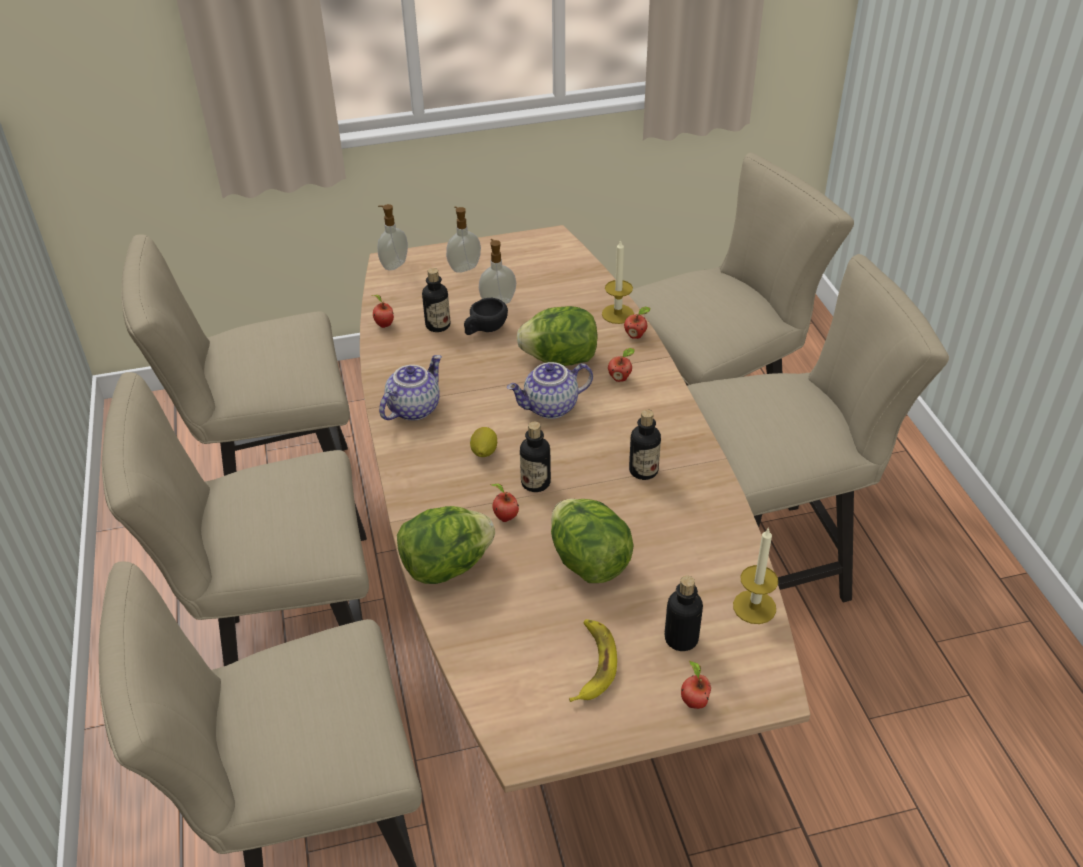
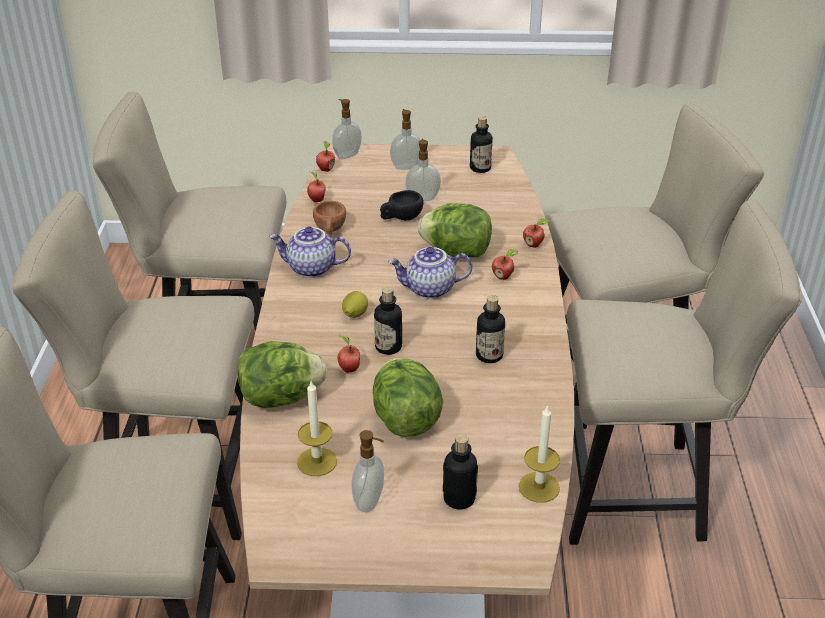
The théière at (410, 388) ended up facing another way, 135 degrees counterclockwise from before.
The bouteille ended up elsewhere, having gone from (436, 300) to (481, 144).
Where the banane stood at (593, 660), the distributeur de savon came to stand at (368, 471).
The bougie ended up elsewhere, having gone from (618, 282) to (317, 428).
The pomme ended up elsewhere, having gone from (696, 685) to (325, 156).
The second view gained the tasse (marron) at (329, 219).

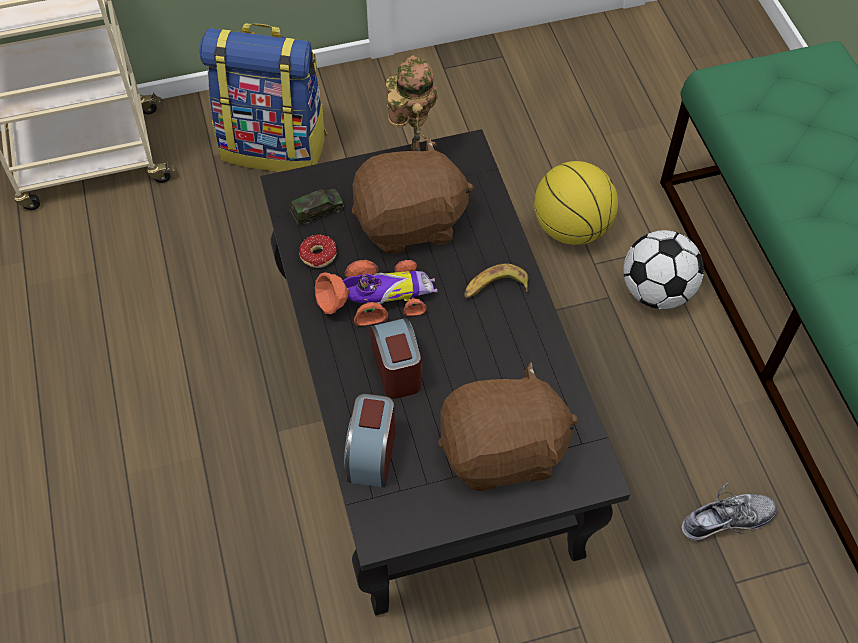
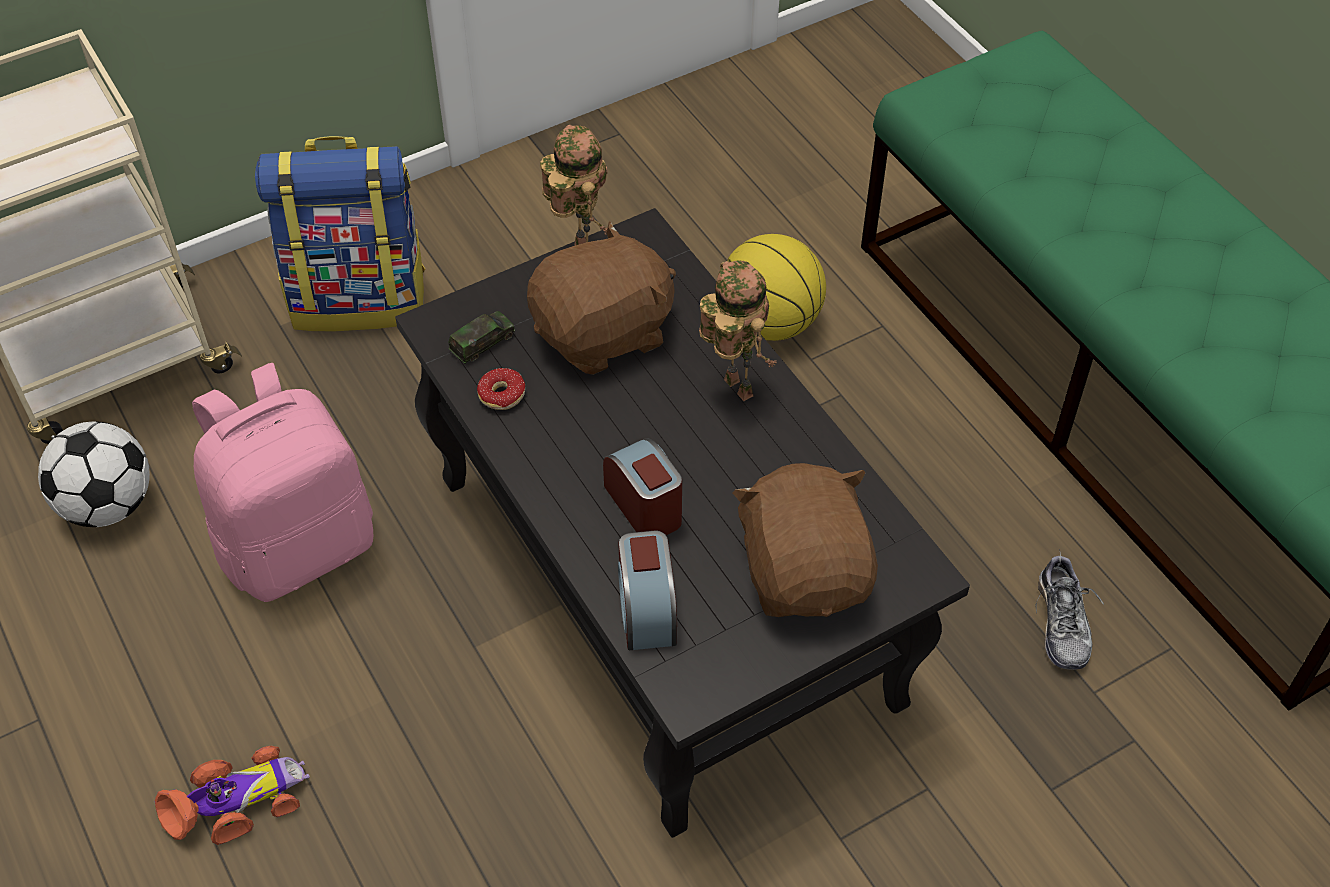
The petite voiture ended up elsewhere, having gone from (376, 293) to (232, 795).
The peluche (marron) at (508, 426) ended up facing another way, 75 degrees counterclockwise from before.
Where the banane stood at (497, 281), the robot jouet came to stand at (737, 330).
The ballon de foot ended up elsewhere, having gone from (663, 269) to (94, 474).
The chaussure at (729, 511) ended up facing another way, 120 degrees clockwise from before.
The second view gained the sac à dos (rose) at (282, 482).

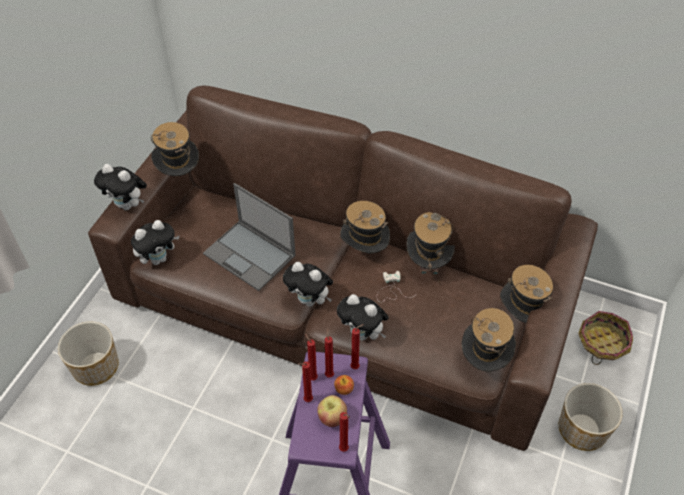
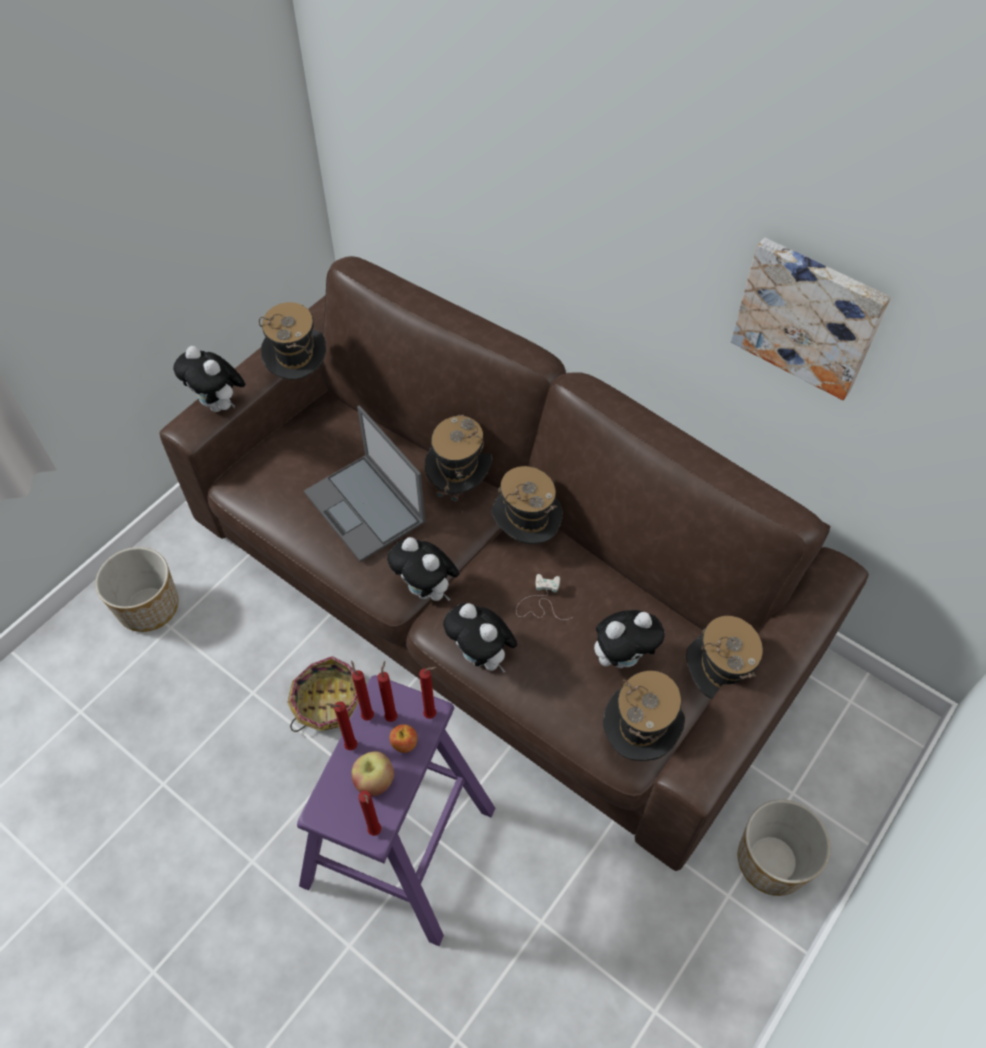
The peluche ended up elsewhere, having gone from (155, 242) to (629, 639).
The chapeau ended up elsewhere, having gone from (431, 248) to (458, 464).
The panier ended up elsewhere, having gone from (605, 338) to (327, 694).
The second view gained the tableau at (811, 319).

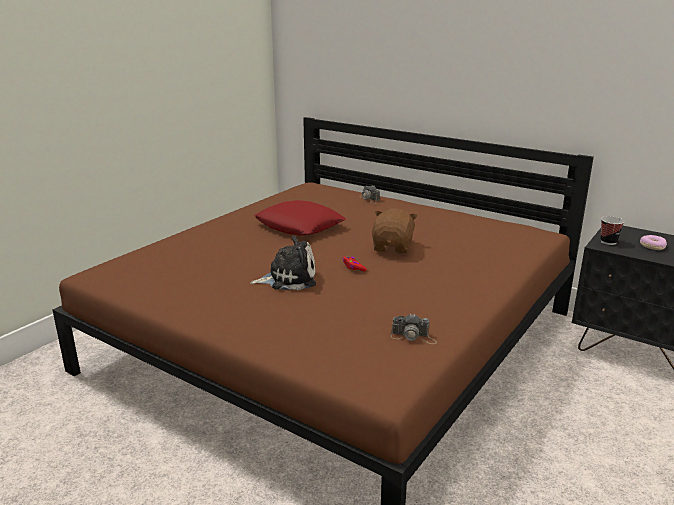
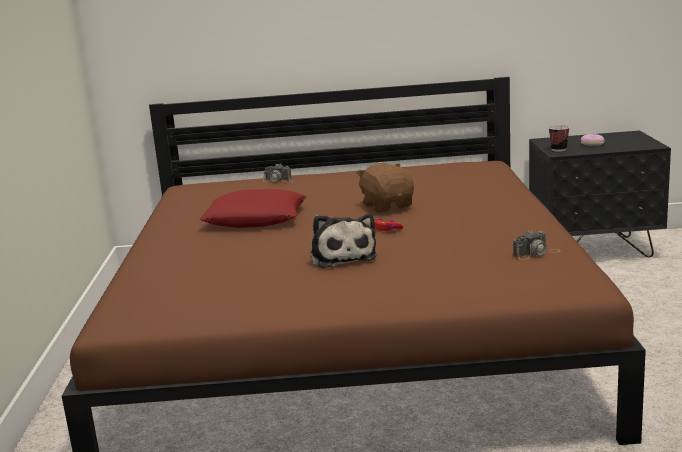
The peluche at (283, 263) ended up facing another way, 120 degrees clockwise from before.

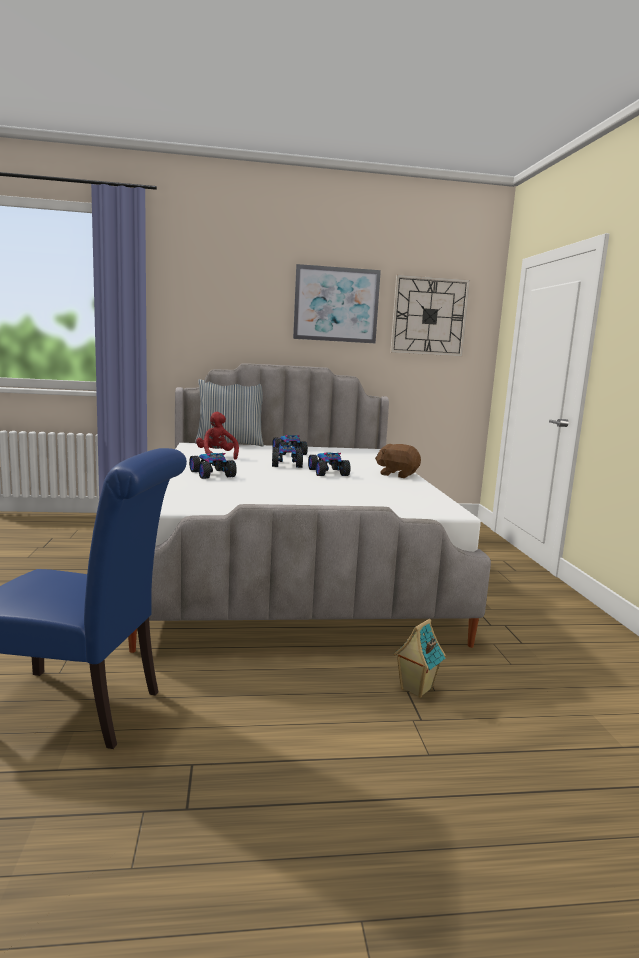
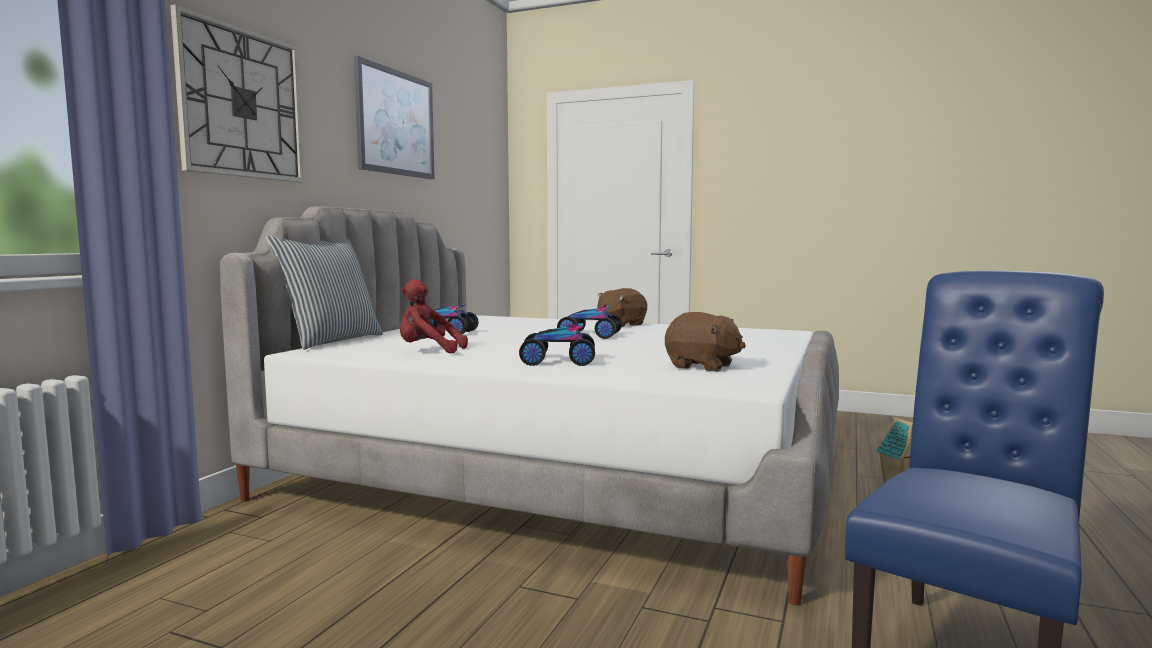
The second view lost the petite voiture at (287, 456).
The horloge murale ended up elsewhere, having gone from (430, 316) to (237, 93).
The second view gained the peluche (marron) at (705, 342).

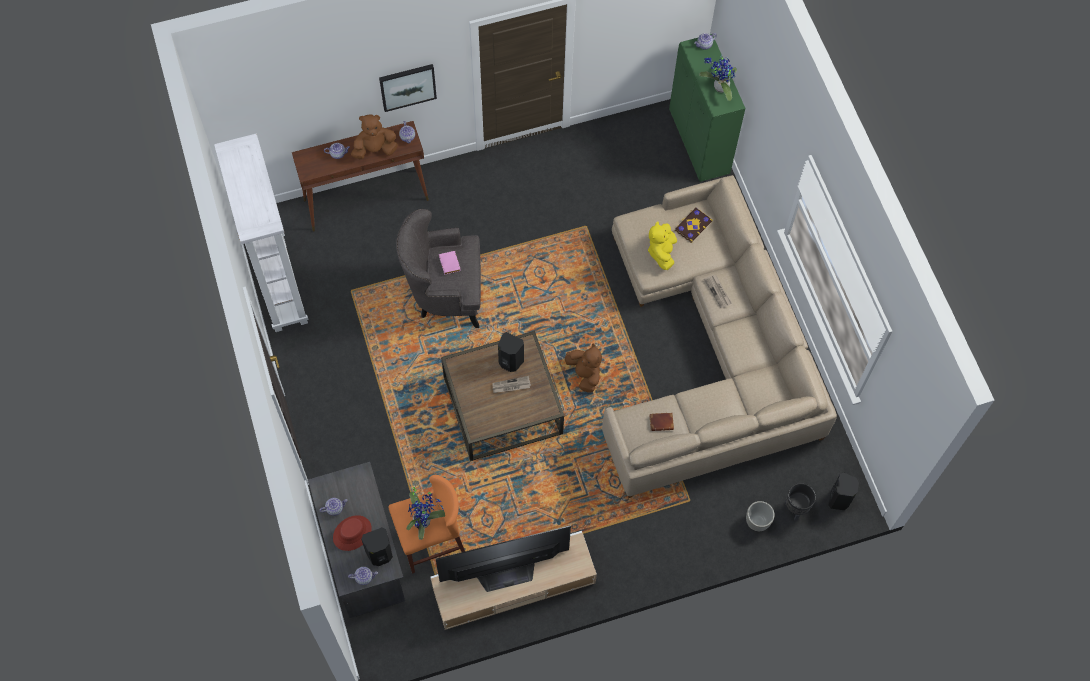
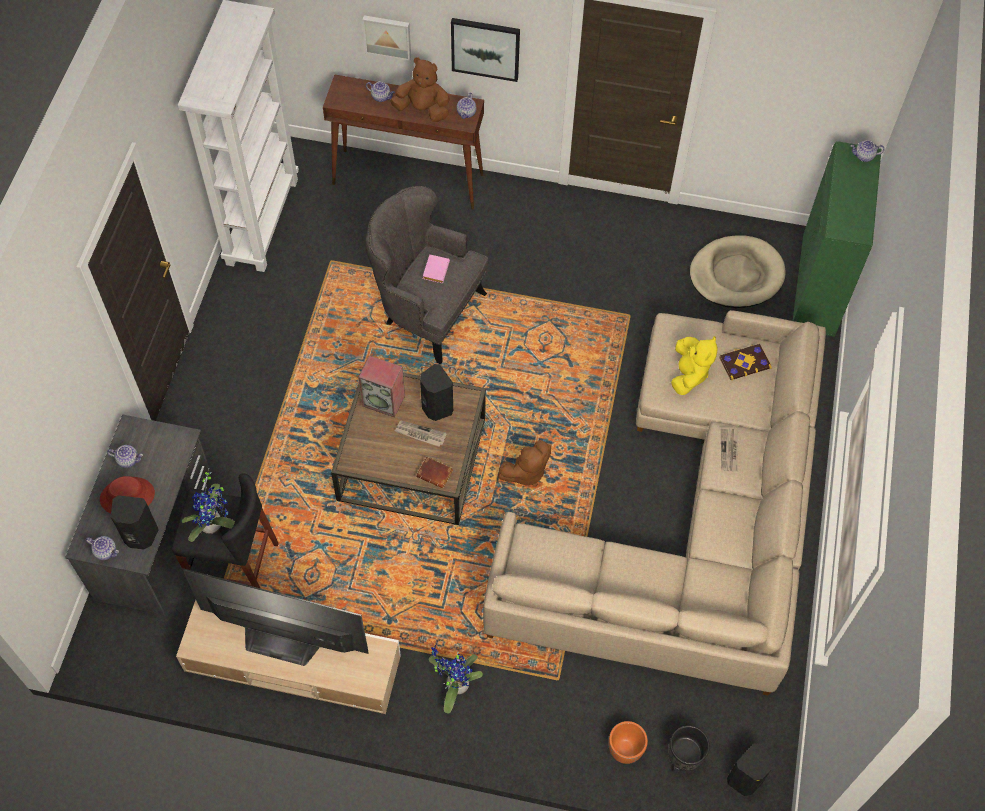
What was the tabouret (orange) at (426, 524) turned into the tabouret (noir) at (225, 530).
The peluche (marron) at (583, 368) ended up facing another way, 60 degrees clockwise from before.
The peluche (jaune) at (662, 245) ended up facing another way, 150 degrees clockwise from before.
The livre (marron) ended up elsewhere, having gone from (661, 422) to (434, 473).
The plante en pot ended up elsewhere, having gone from (718, 77) to (456, 679).
What was the cache-pot (gris) at (760, 516) turned into the cache-pot (orange) at (628, 742).
The second view gained the enceinte at (381, 386).
The second view gained the tableau at (386, 38).
The second view gained the panier pour chien (beige) at (738, 271).

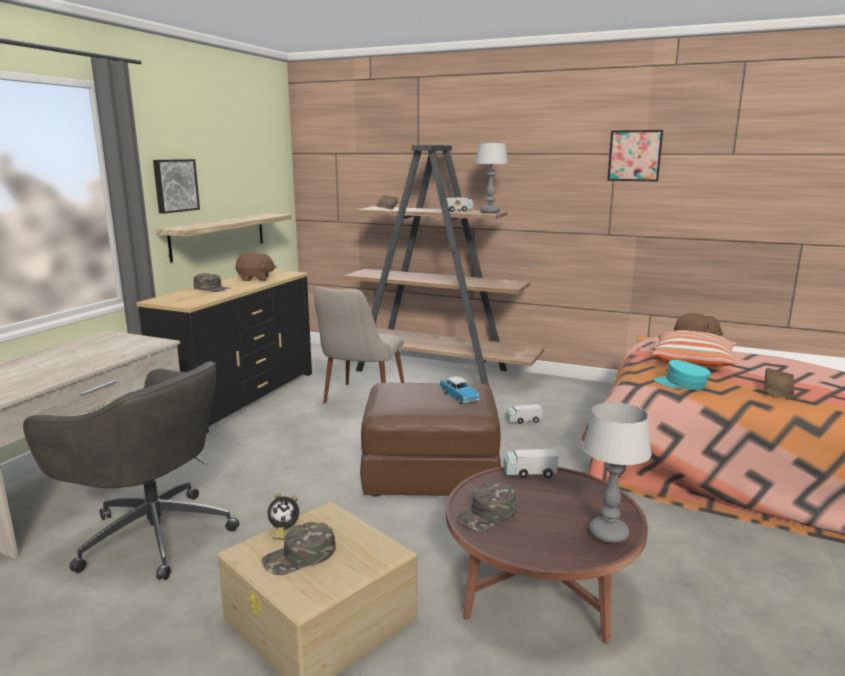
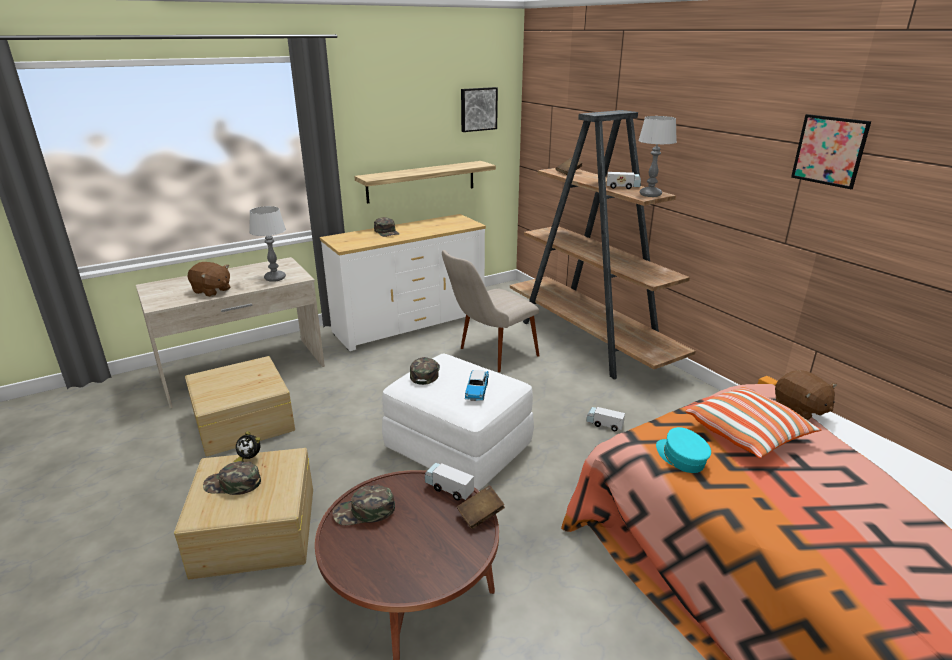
Where the chaise de bureau (gris) stood at (131, 470), the boîte de rangement (beige) came to stand at (240, 406).
What was the commode (noir) at (224, 351) turned into the commode (blanc) at (403, 282).
The tableau ended up elsewhere, having gone from (176, 186) to (479, 109).
The peluche (marron) ended up elsewhere, having gone from (255, 266) to (209, 279).
What was the pouf (marron) at (430, 440) turned into the pouf (blanc) at (458, 421).
The lampe de table ended up elsewhere, having gone from (617, 472) to (267, 244).
The livre (marron) ended up elsewhere, having gone from (779, 383) to (481, 507).
The second view gained the casquette (vert) at (425, 371).

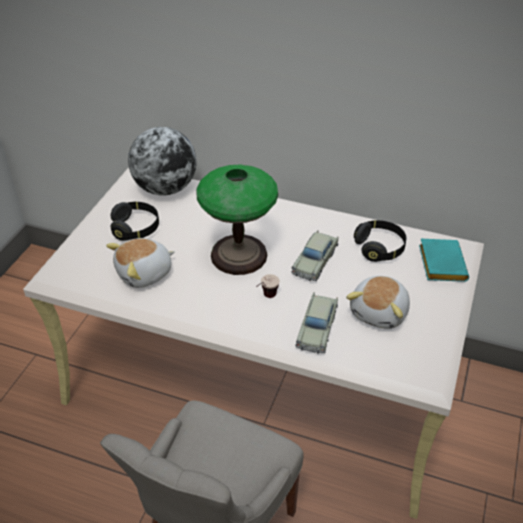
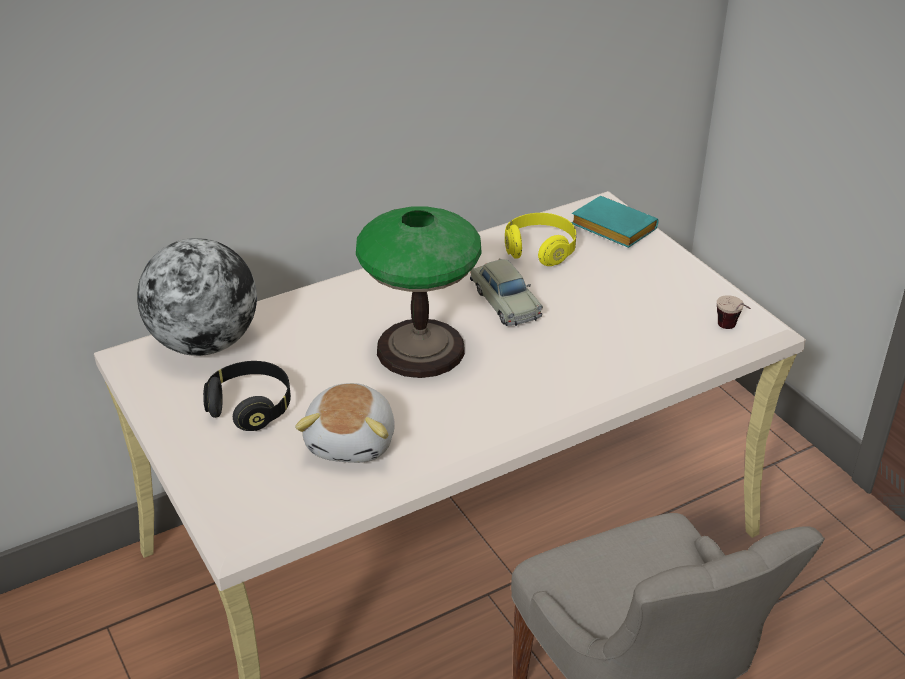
The tasse ended up elsewhere, having gone from (268, 286) to (734, 312).
The second view lost the petite voiture (beige) at (317, 323).
The second view lost the peluche at (378, 302).
What was the casque audio (noir) at (380, 241) turned into the casque audio (jaune) at (540, 239).

